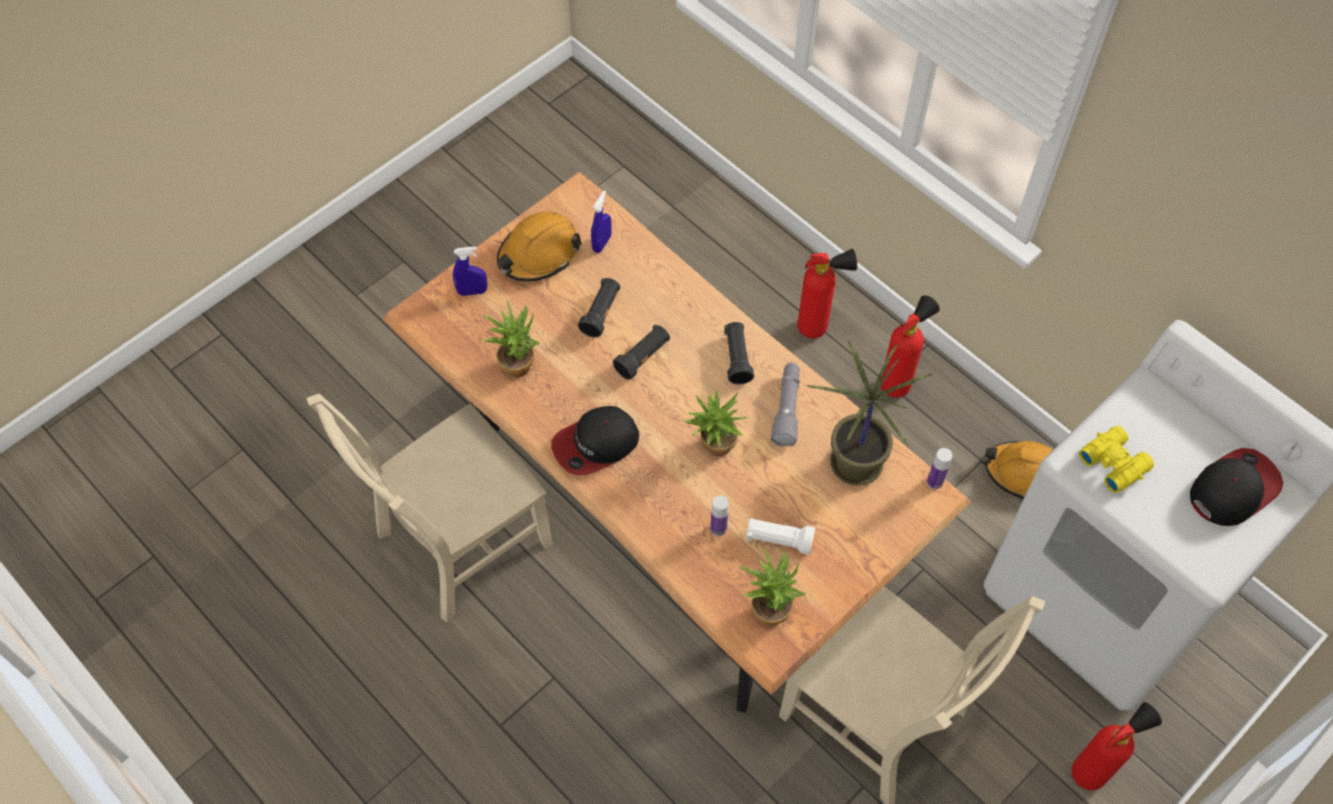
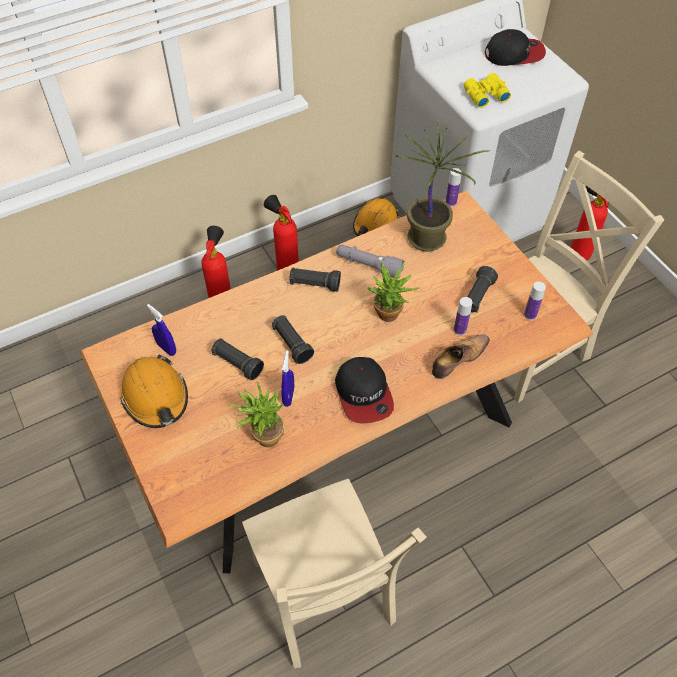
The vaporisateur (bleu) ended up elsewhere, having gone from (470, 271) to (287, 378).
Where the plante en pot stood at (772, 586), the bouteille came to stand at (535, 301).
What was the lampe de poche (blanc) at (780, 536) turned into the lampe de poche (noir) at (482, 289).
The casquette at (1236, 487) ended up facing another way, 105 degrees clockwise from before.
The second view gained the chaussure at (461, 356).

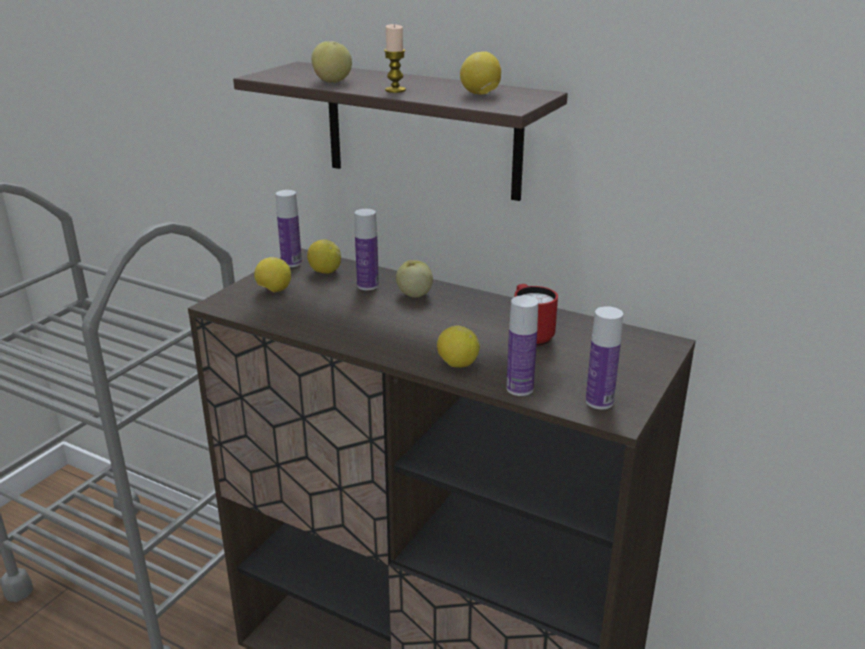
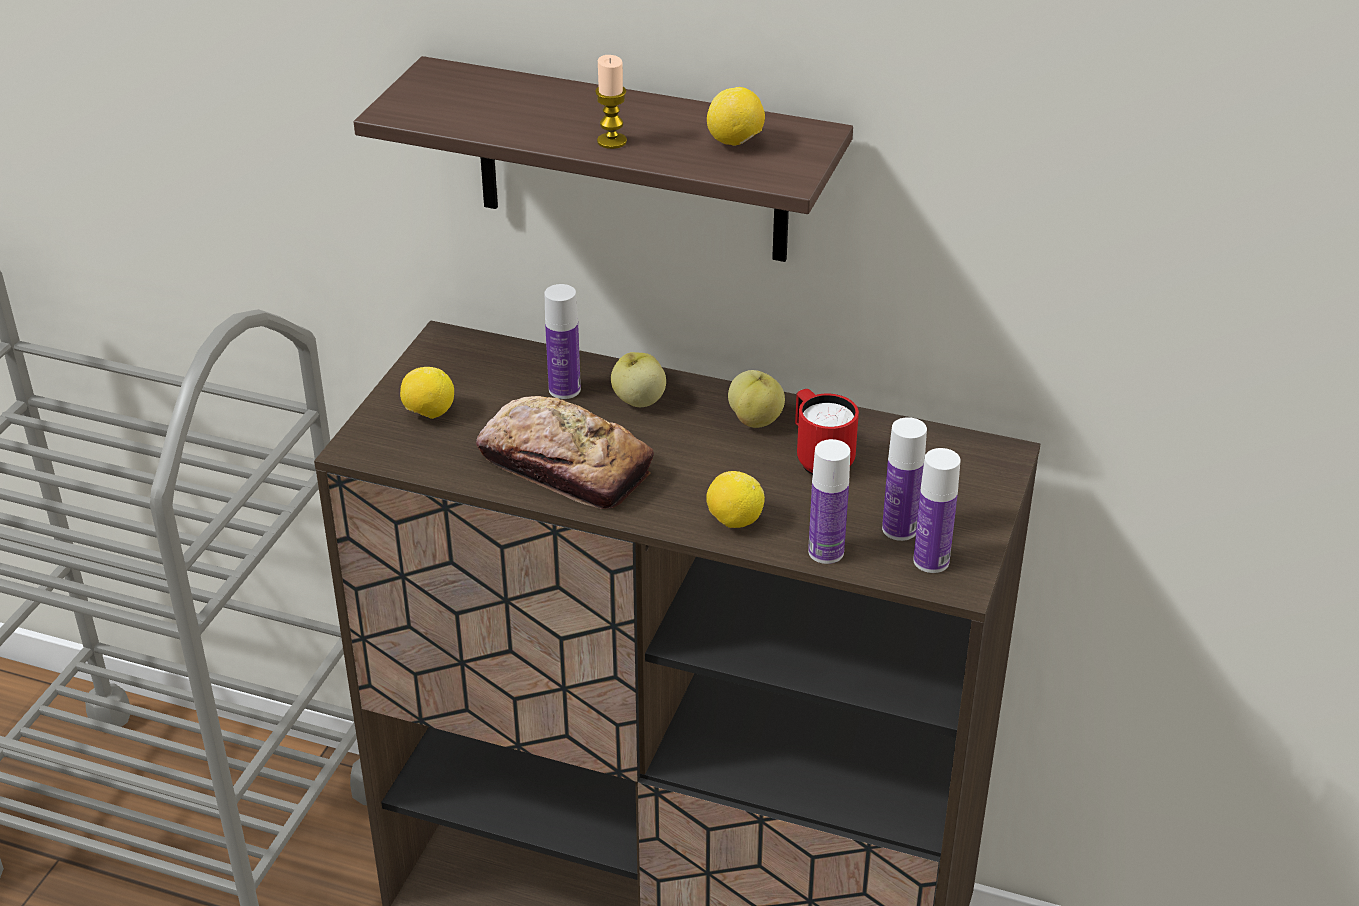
The bouteille ended up elsewhere, having gone from (289, 228) to (904, 479).
The second view lost the citron at (324, 257).
The pomme ended up elsewhere, having gone from (331, 62) to (756, 399).
The second view gained the pain at (565, 452).

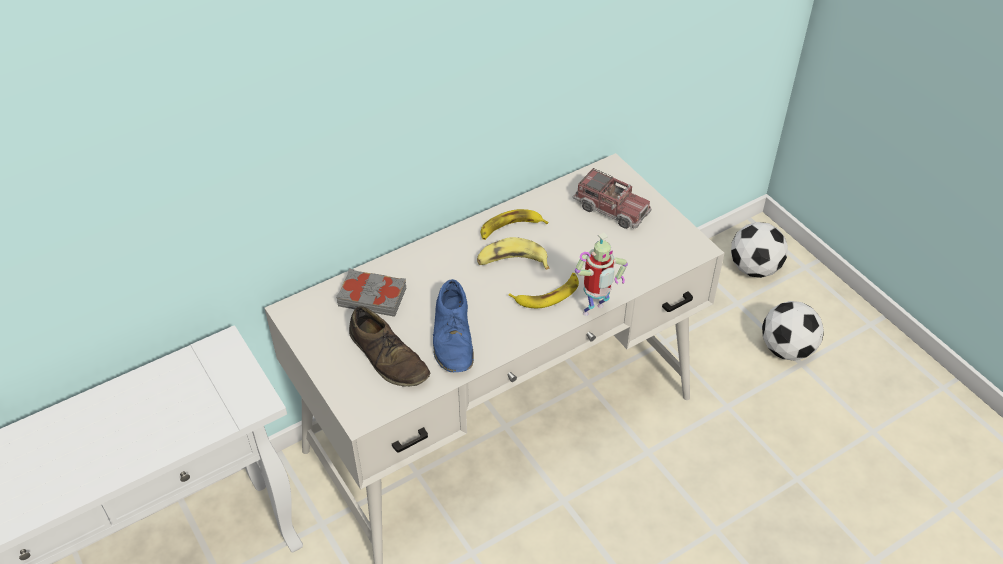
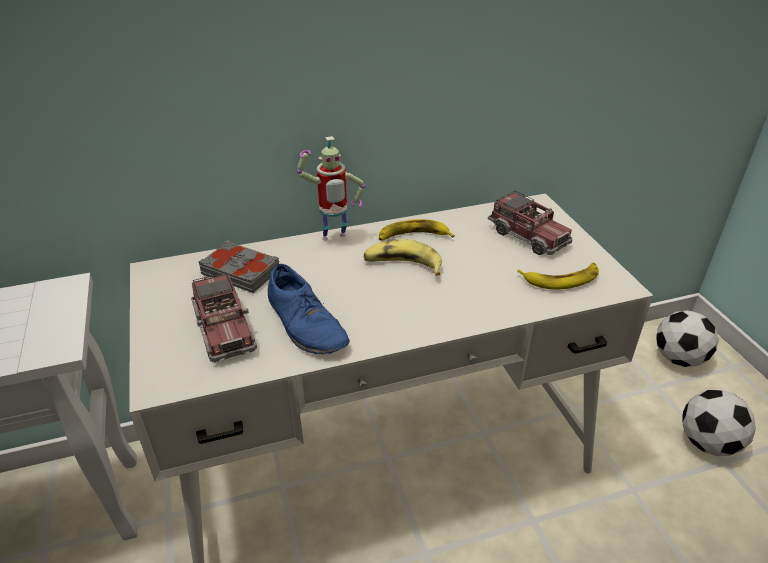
Where the chaussure (marron) stood at (389, 346), the camion jouet came to stand at (224, 317).
The chaussure (bleu) at (453, 325) ended up facing another way, 45 degrees counterclockwise from before.
The banane ended up elsewhere, having gone from (543, 290) to (558, 276).
The robot jouet ended up elsewhere, having gone from (601, 274) to (331, 188).

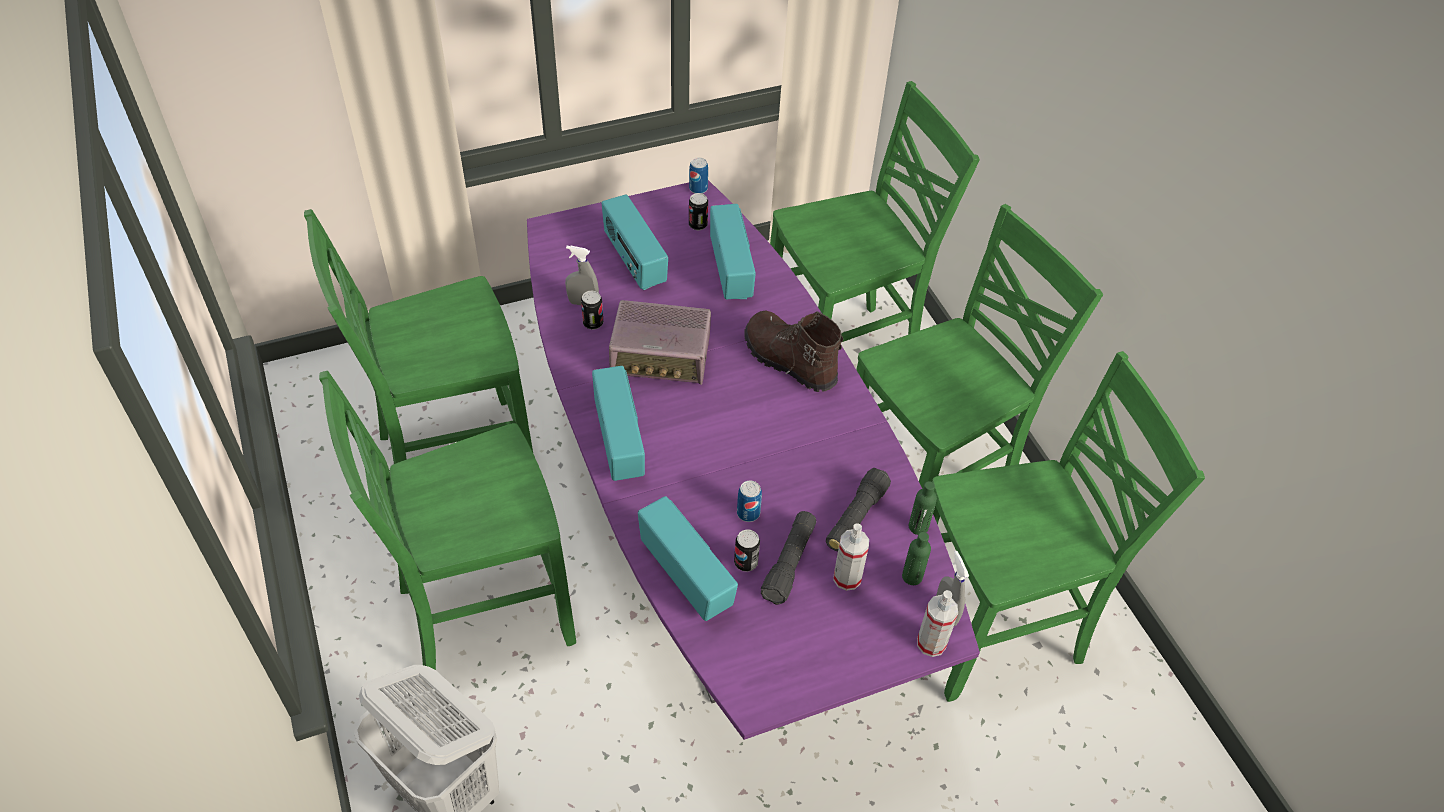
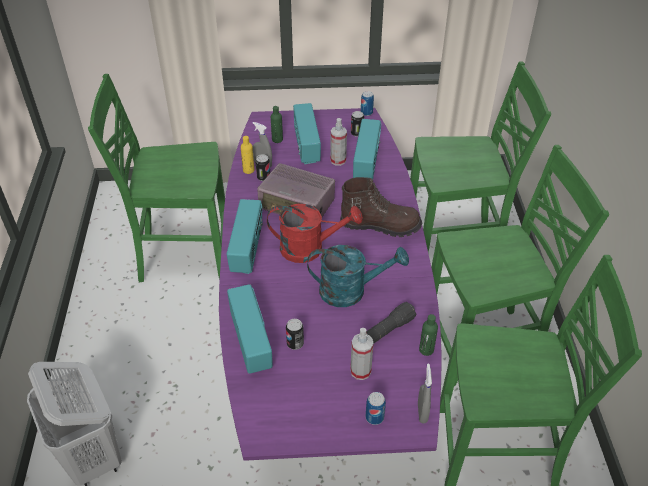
The second view lost the chaise (vert) at (447, 520).
The boîte métallique ended up elsewhere, having gone from (749, 501) to (376, 408).
The botte (marron) at (794, 351) ended up facing another way, 120 degrees clockwise from before.
The second view lost the lampe de poche (noir) at (788, 558).
The bouteille (vert) ended up elsewhere, having gone from (916, 558) to (277, 124).
The vaporisateur ended up elsewhere, having gone from (937, 623) to (338, 142).
The second view gained the bouteille (jaune) at (248, 155).
The second view gained the arrosoir (rouge) at (315, 233).
The second view gained the arrosoir (turquoise) at (358, 276).

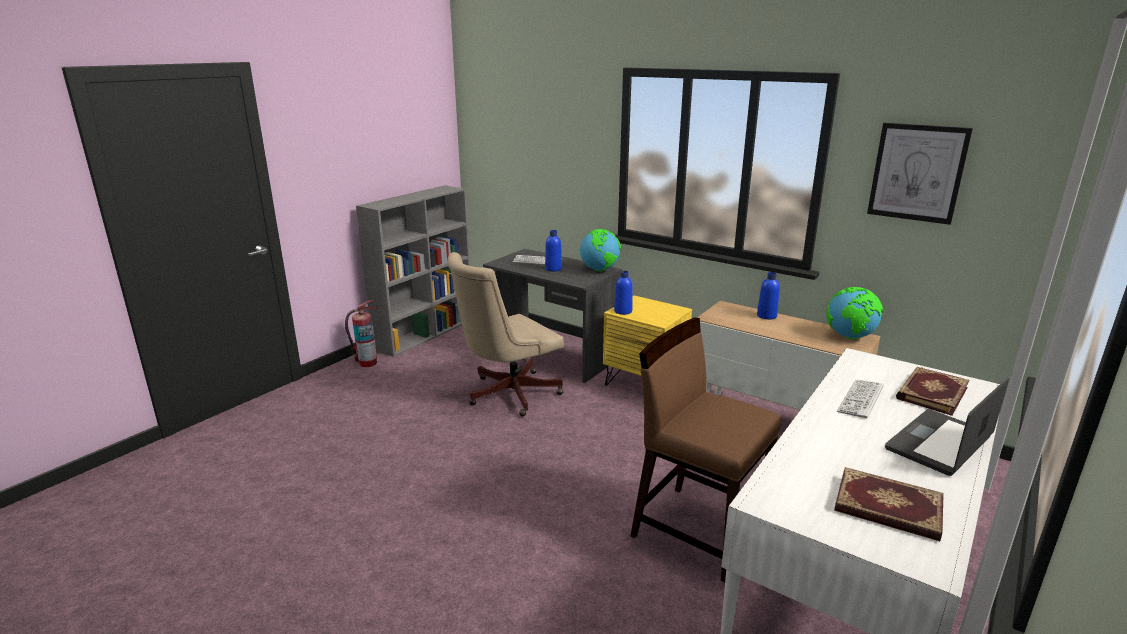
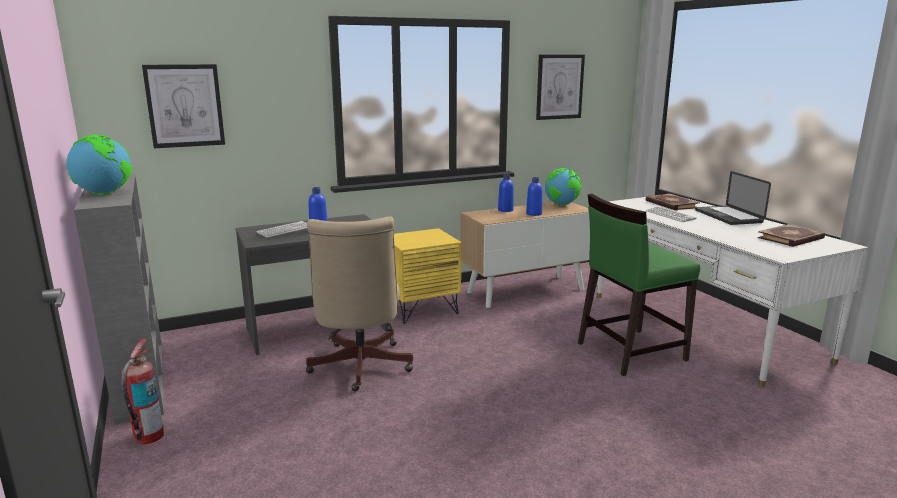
The globe ended up elsewhere, having gone from (600, 250) to (99, 165).
The bouteille (bleu) ended up elsewhere, having gone from (623, 293) to (534, 196).
What was the chaise (marron) at (705, 450) turned into the chaise (vert) at (639, 285).
The second view gained the tableau at (183, 106).

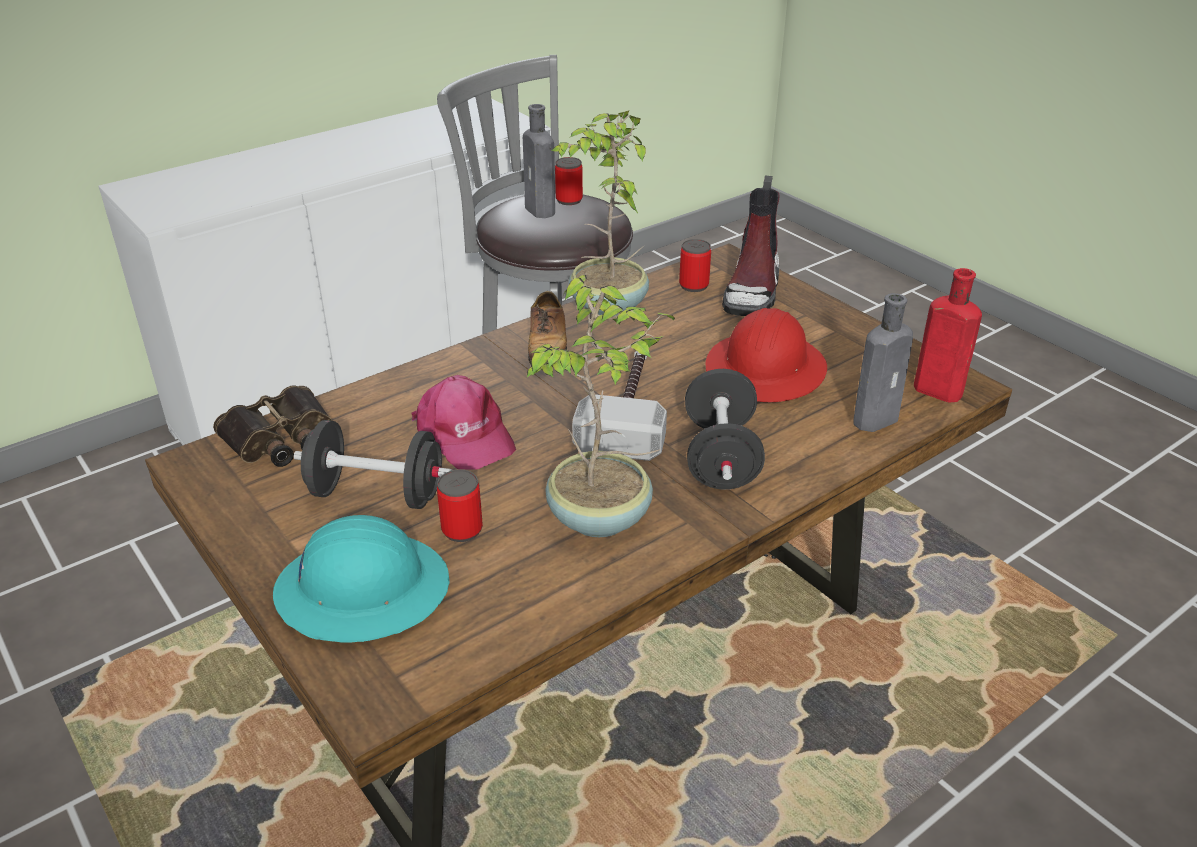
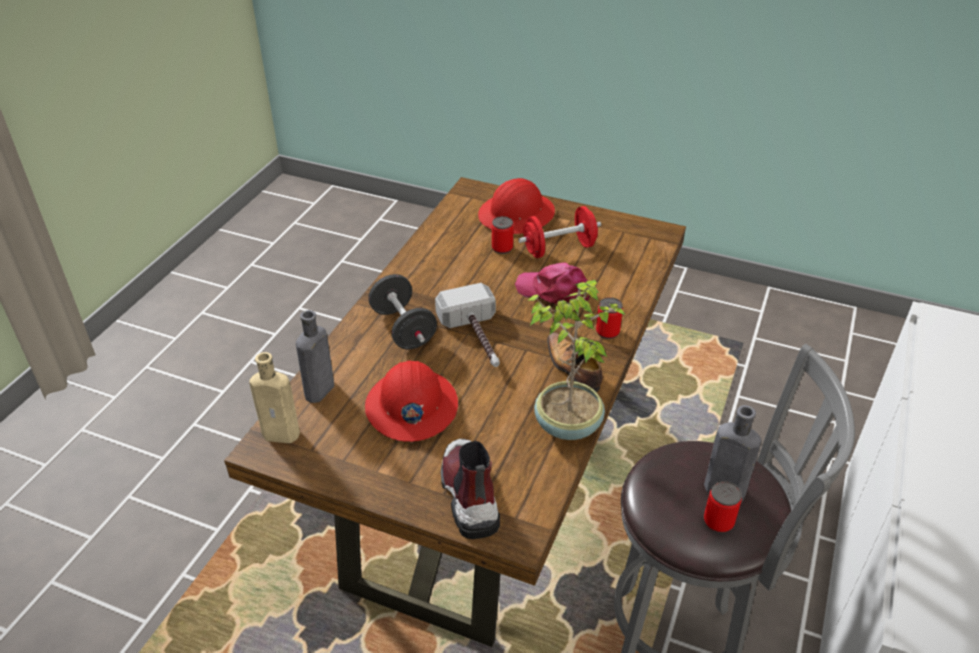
The second view lost the jumelles at (272, 426).
What was the casque de chantier (turquoise) at (361, 579) turned into the casque de chantier (rouge) at (516, 206).
What was the haltère (noir) at (373, 464) turned into the haltère (rouge) at (559, 232).
The second view lost the plante en pot at (600, 406).
The boîte métallique ended up elsewhere, having gone from (695, 265) to (609, 318).
What was the bouteille (rouge) at (946, 335) turned into the bouteille (beige) at (274, 397).

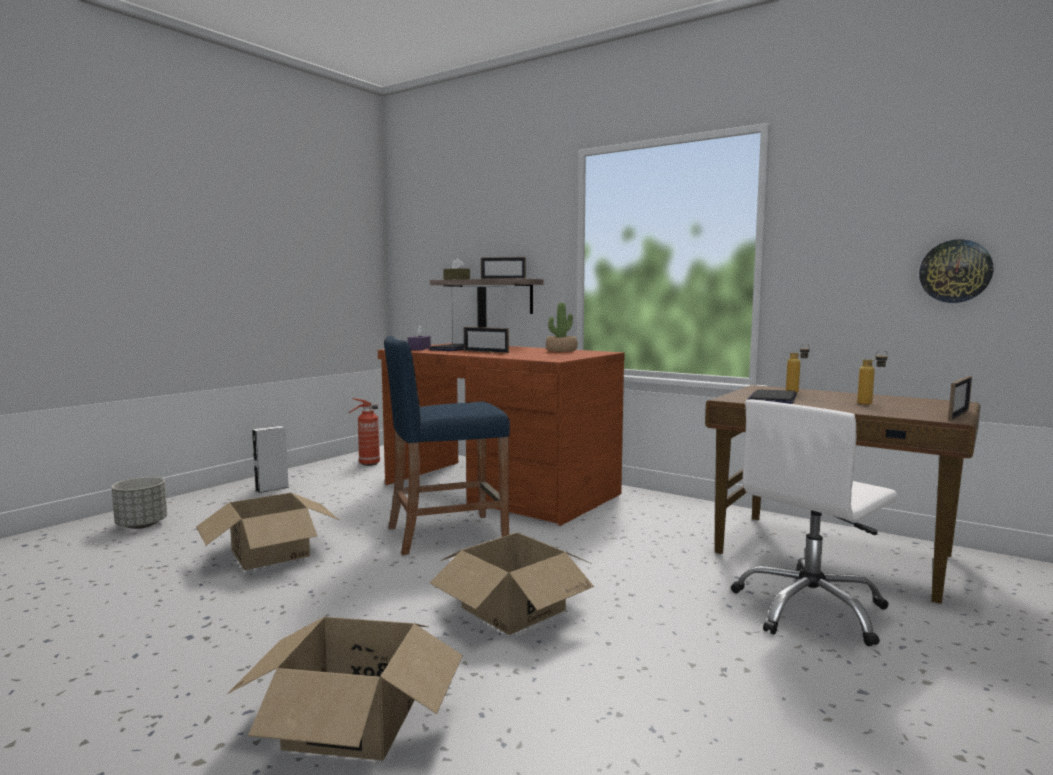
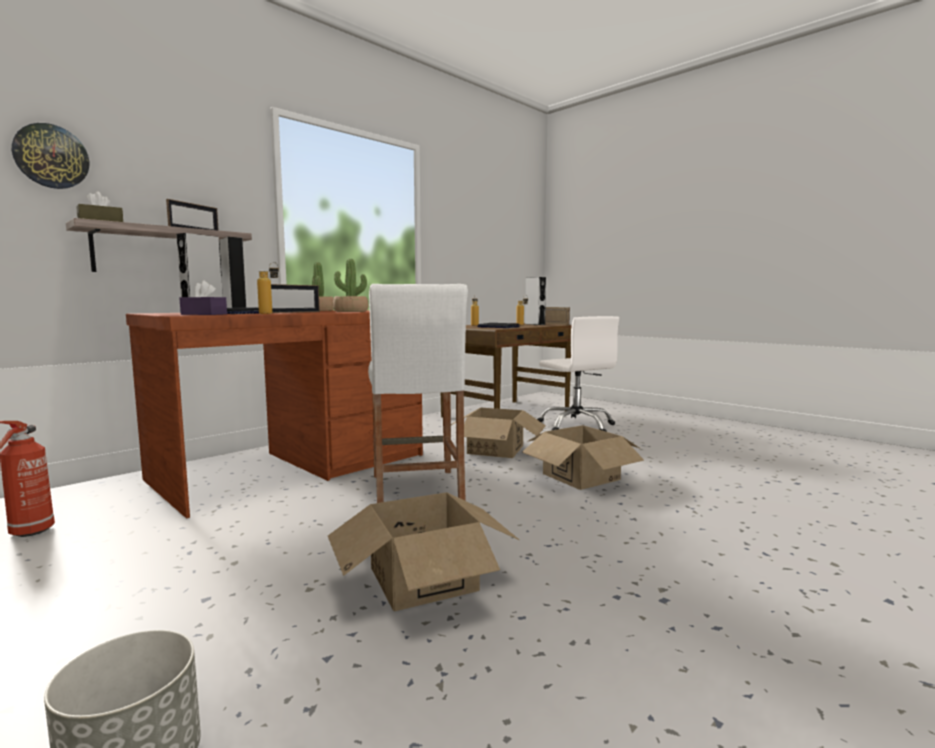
The carton ended up elsewhere, having gone from (345, 689) to (498, 433).
The enceinte (gris) ended up elsewhere, having gone from (270, 459) to (535, 301).
What was the tabouret (bleu) at (447, 445) turned into the tabouret (blanc) at (418, 393).
The horloge murale ended up elsewhere, having gone from (956, 271) to (50, 156).
The second view gained the bouteille at (268, 288).
The second view gained the plante en pot at (350, 285).

